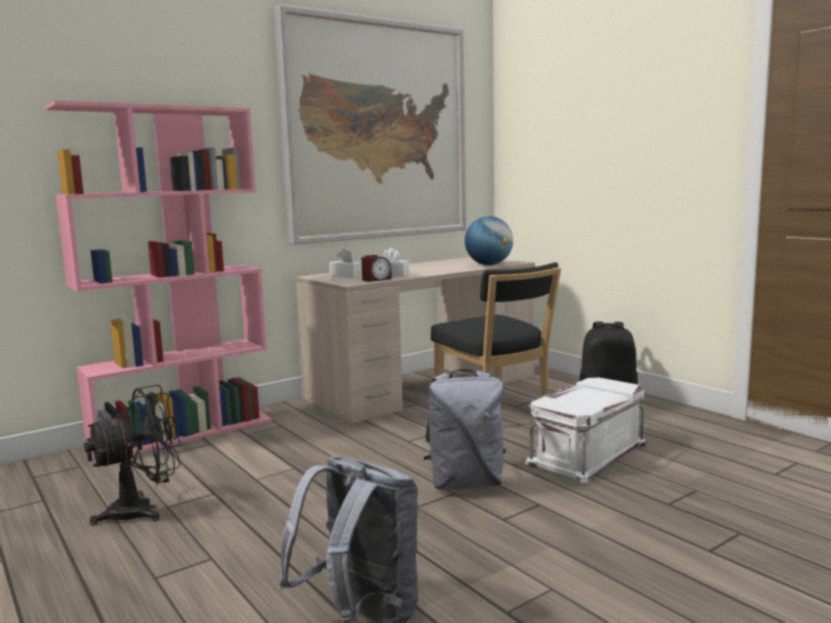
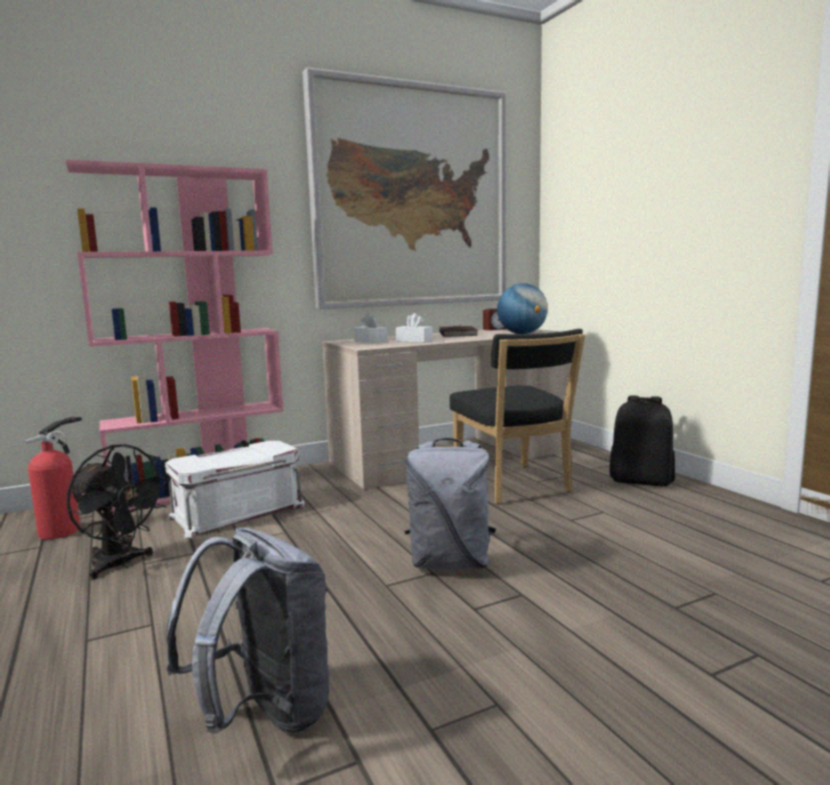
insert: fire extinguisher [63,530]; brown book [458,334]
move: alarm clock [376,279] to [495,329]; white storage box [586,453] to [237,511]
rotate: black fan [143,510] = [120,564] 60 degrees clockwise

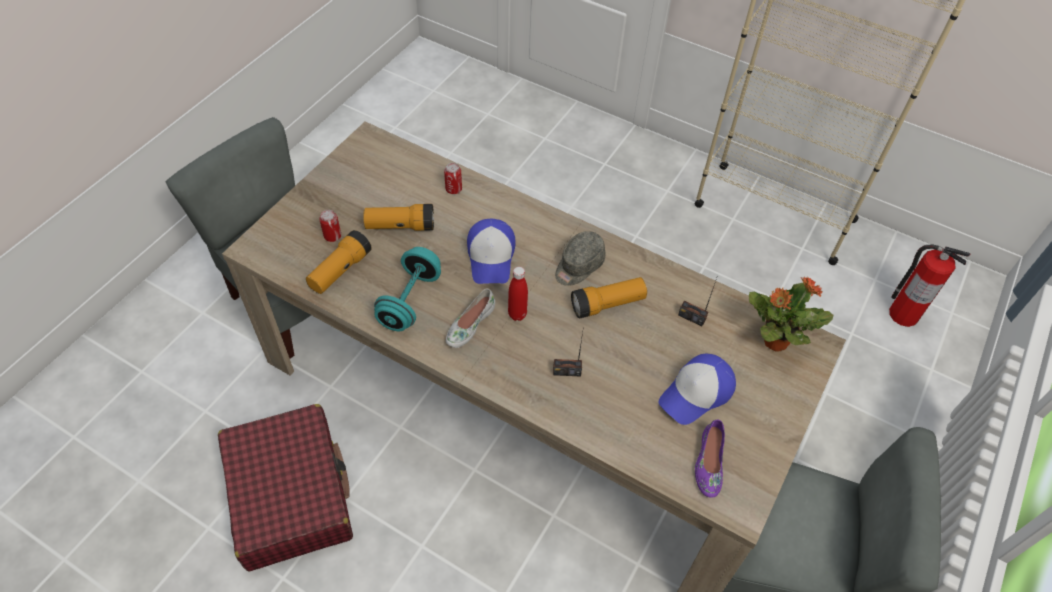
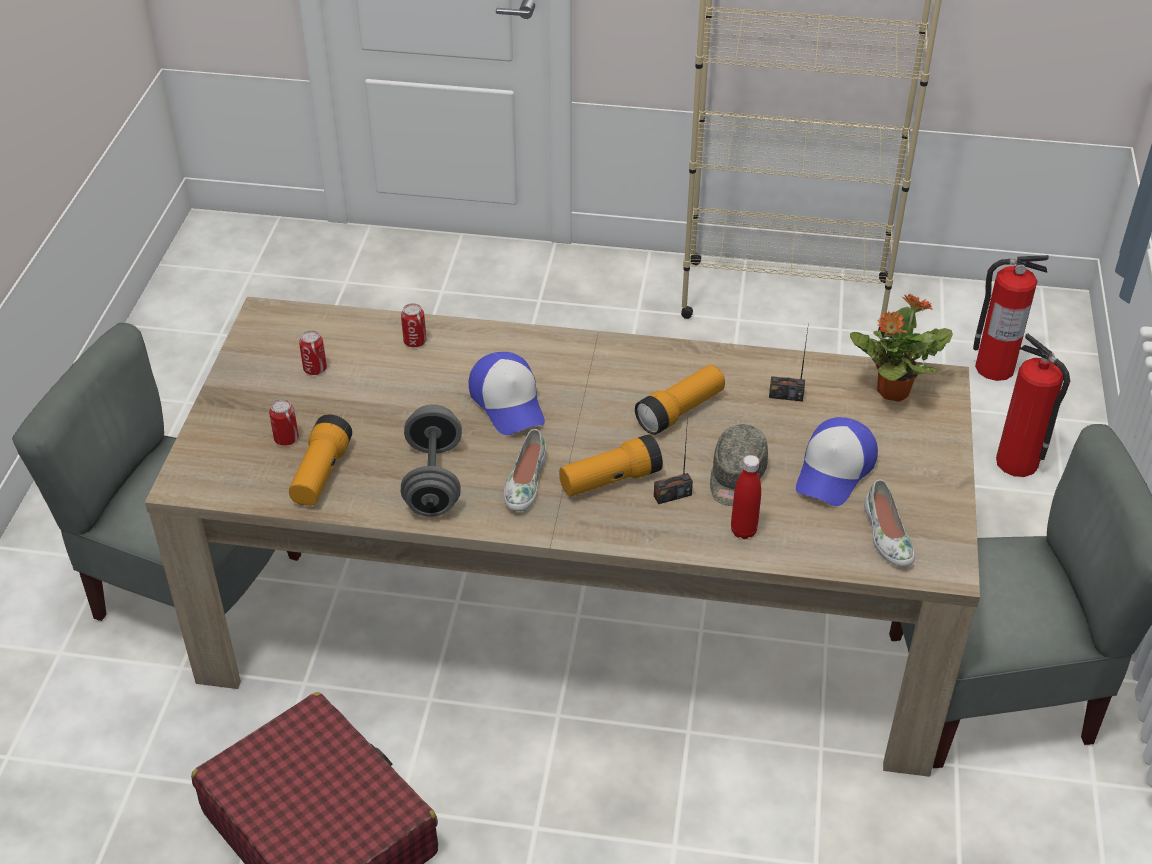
insert: can [315,369]; fire extinguisher [1018,463]
move: flashlight [400,226] to [610,480]; red bottle [517,314] to [743,531]; grey cap [578,266] to [736,477]
recolor: turquoise dumbbell [410,301] to grey dumbbell [433,480]; purple shoe [708,463] to white shoe [886,535]

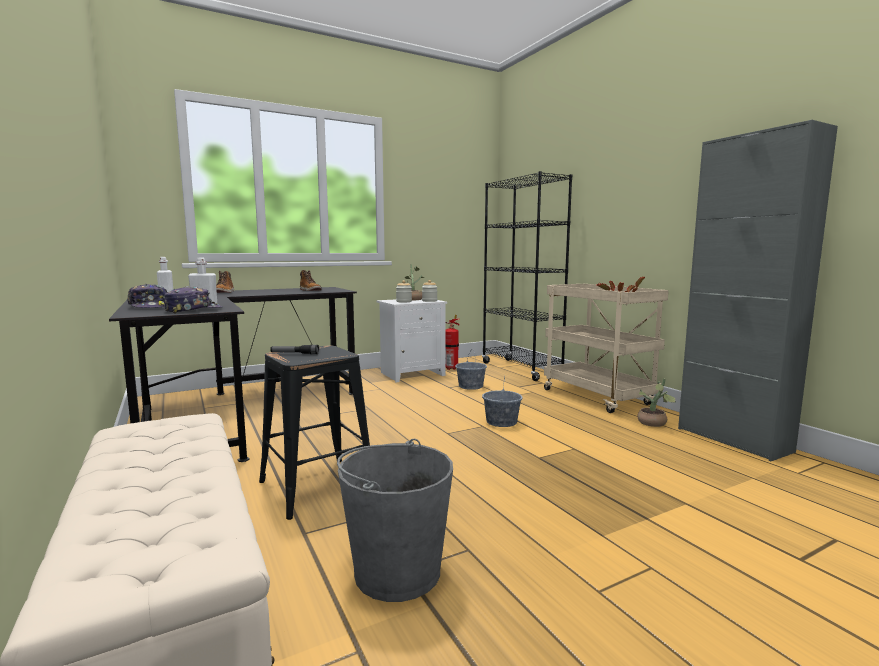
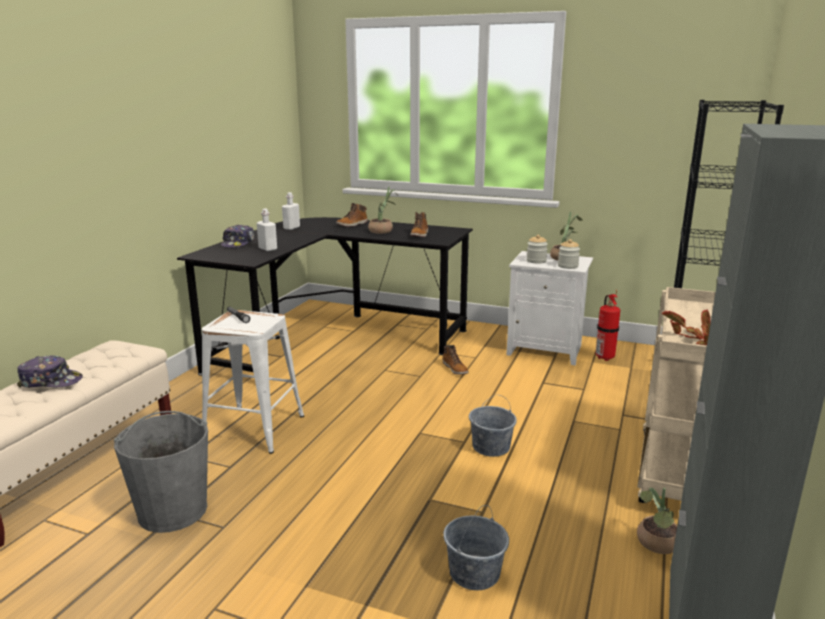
insert: potted plant [383,230]; boot [455,369]
move: cap [193,310] to [51,381]; grey bucket [470,386] to [475,572]
recolor: black stool [317,486] to white stool [253,429]

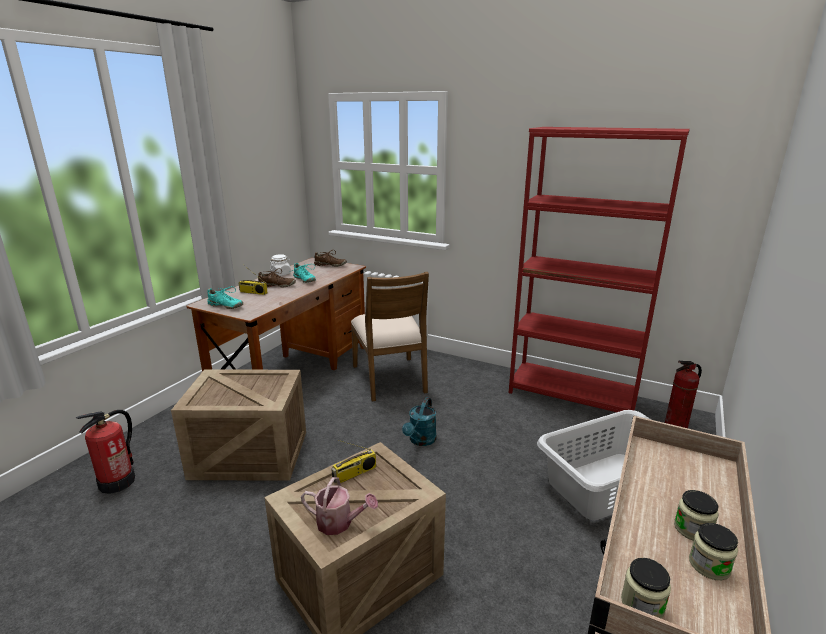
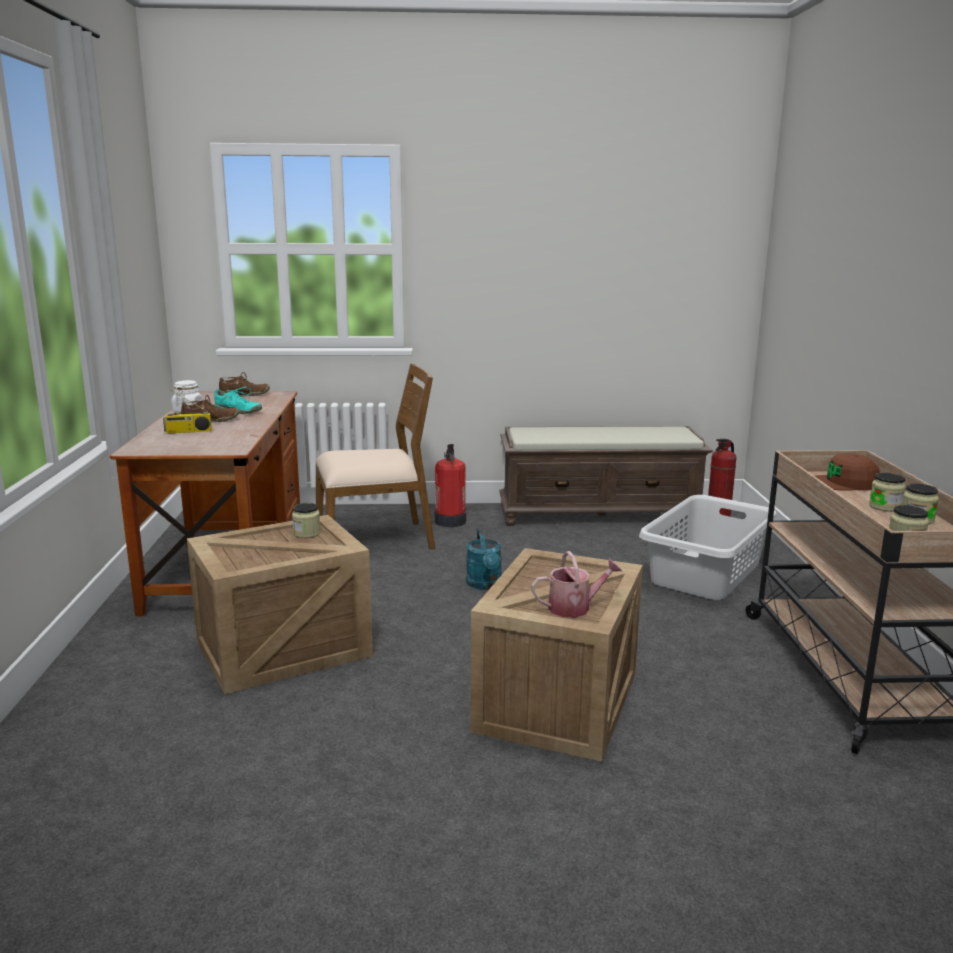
delete: turquoise shoe [225,306]; radio [354,474]
insert: jar [306,533]; brown cap [844,483]
move: fire extinguisher [118,481] to [450,521]
replace: red bookcase [572,396] to brown bench [600,514]
rotate: brown chair [390,378] = [375,540] 60 degrees counterclockwise

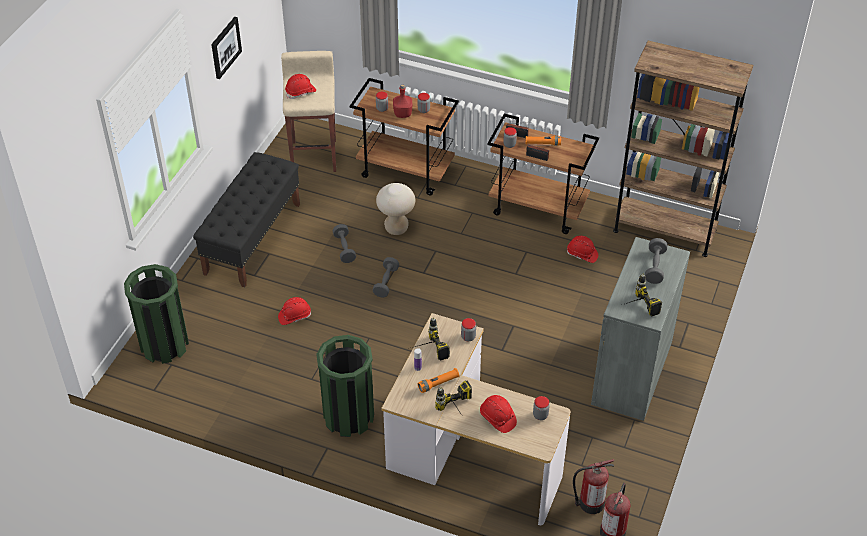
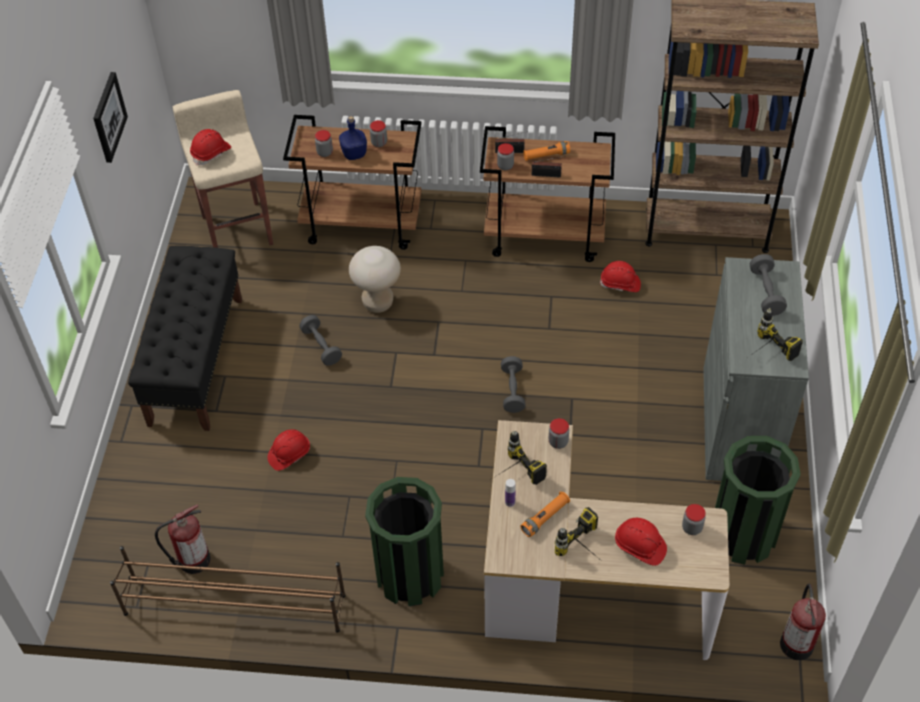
insert: brown shoe rack [234,604]
move: green trash can [164,344] to [743,535]; grey dumbbell [386,282] to [512,390]; fire extinguisher [590,503] to [192,560]
recolor: red bottle [403,114] to blue bottle [354,154]

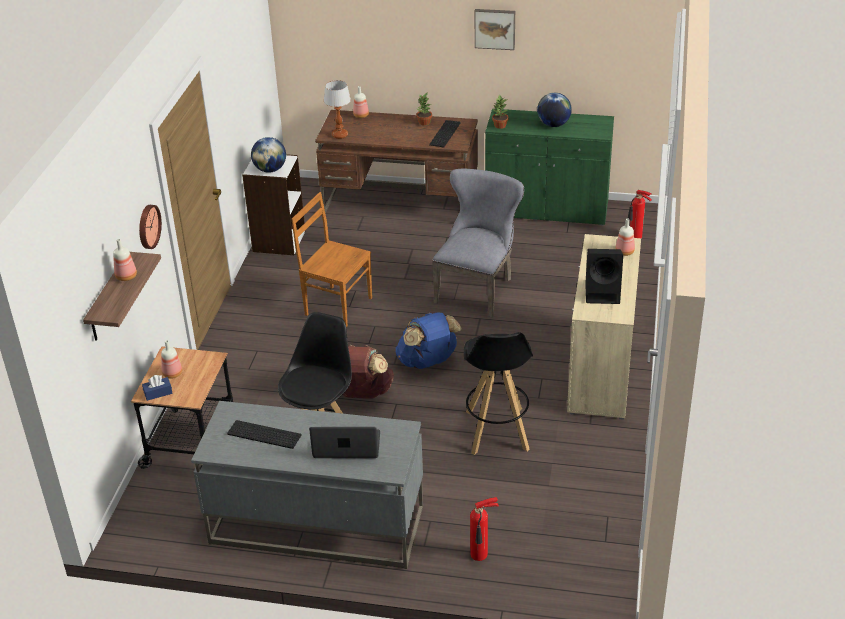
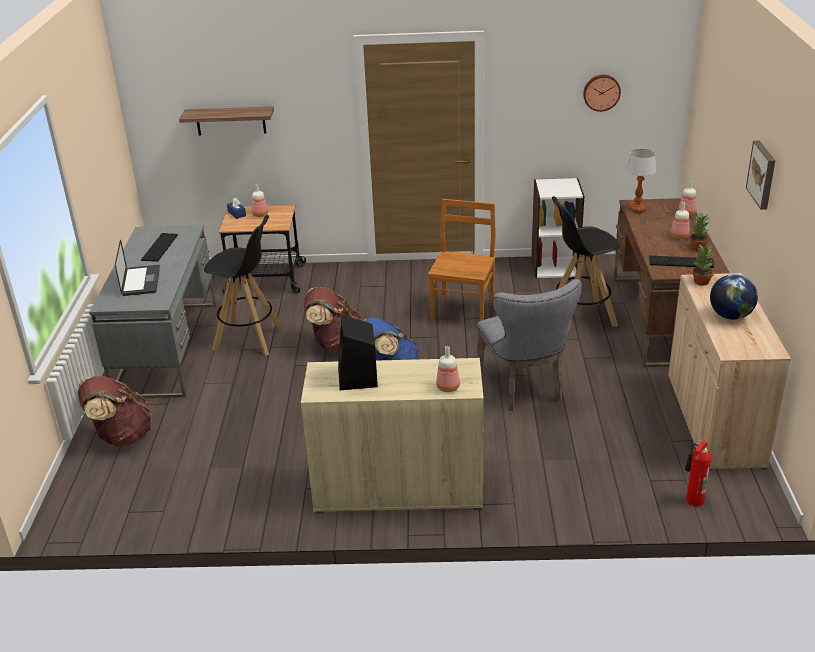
delete: globe [270,170]
move: bottle [126,276] to [680,236]; wall clock [147,226] to [601,92]; black stool [497,431] to [580,318]
replace: fire extinguisher [480,555] to brown backpack [121,436]
recolor: green cabinet [547,209] to beige cabinet [714,420]
rotate: grey chair [477,288] = [524,388] 60 degrees clockwise

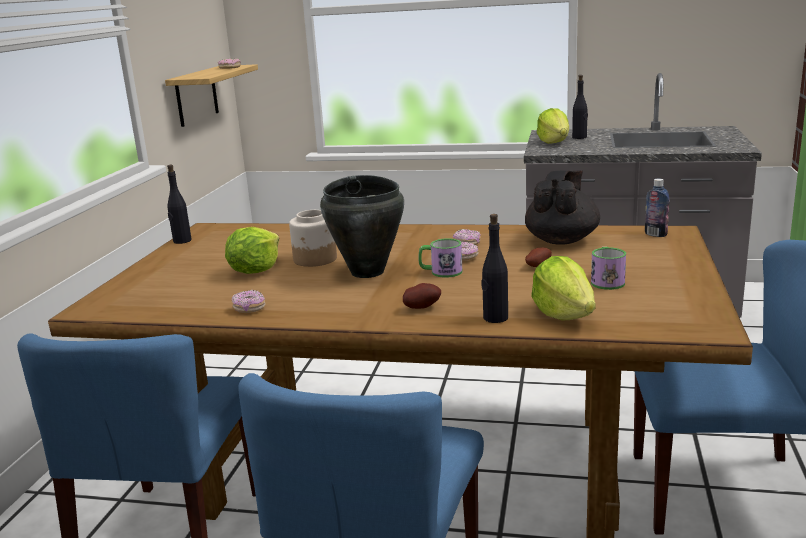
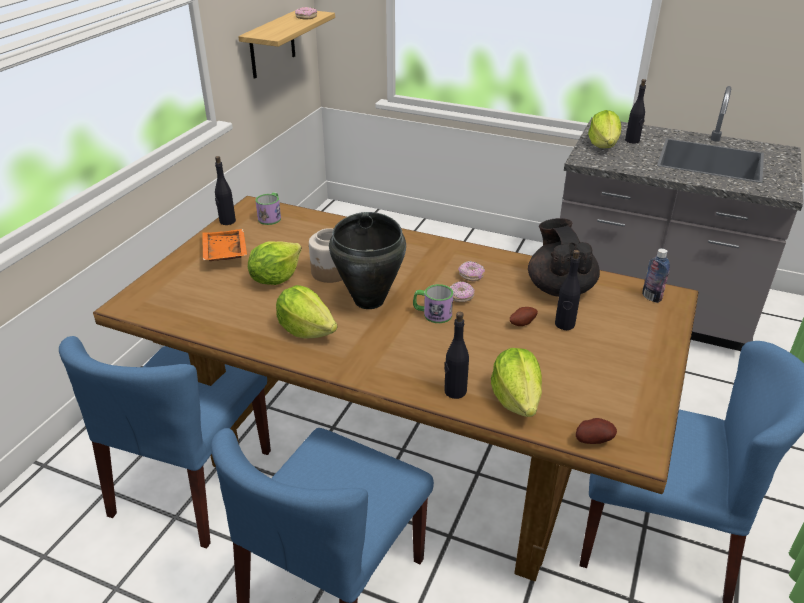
delete: donut [249,309]
insert: orange tray [223,253]; lettuce [306,330]; black bottle [564,324]
move: potato [422,308] to [593,440]; mug [606,281] to [271,217]
rotate: black teapot [562,240] = [559,288] 45 degrees counterclockwise

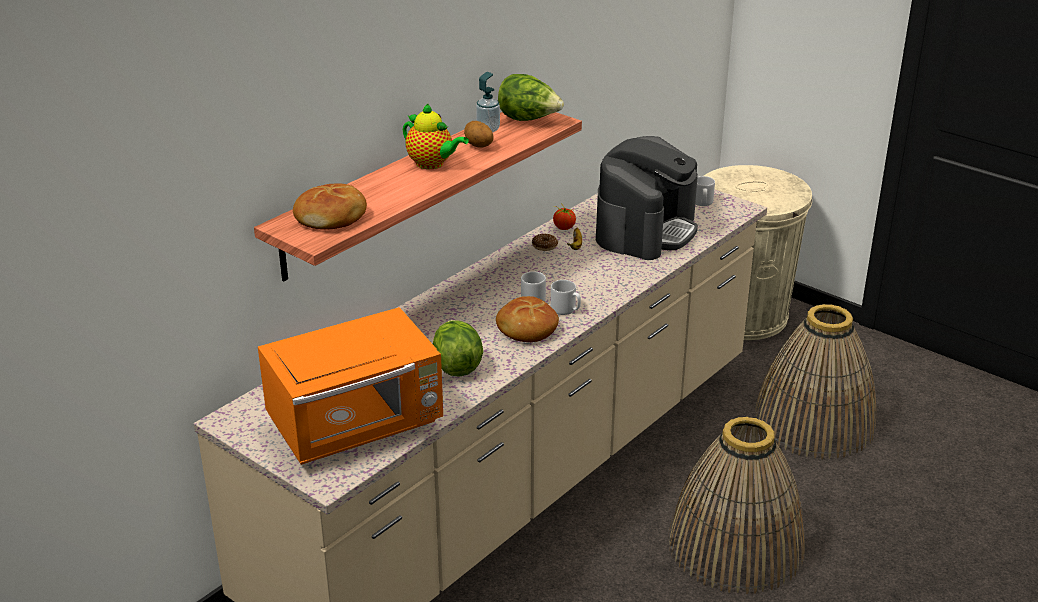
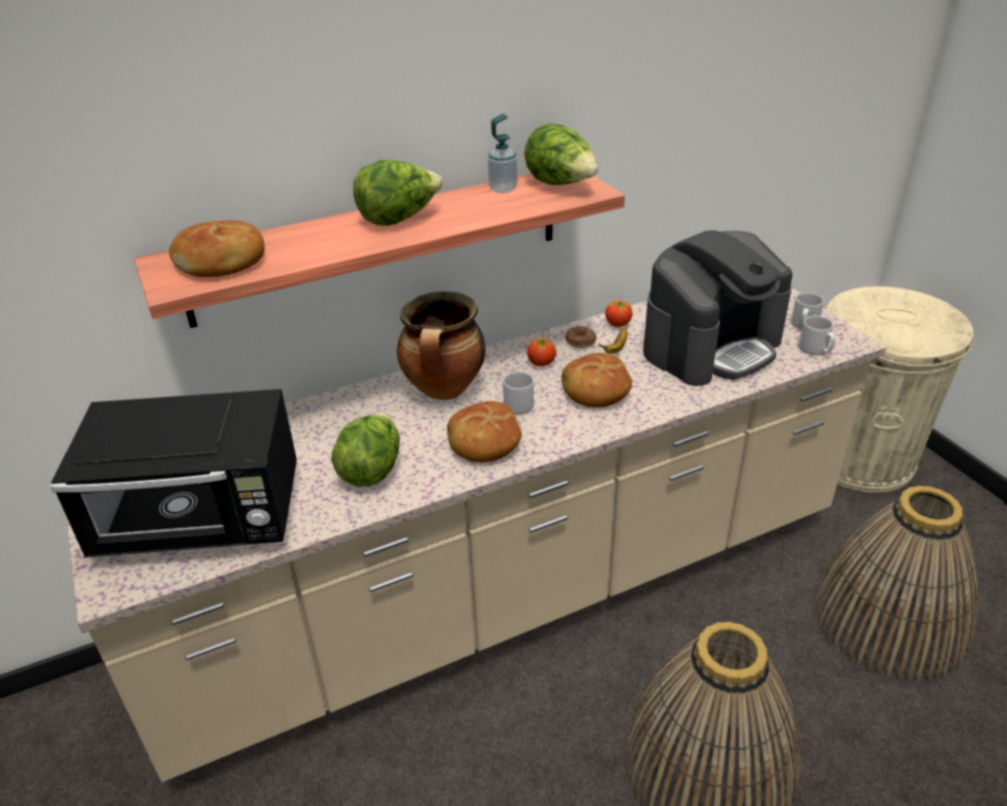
delete: potato [478,146]
insert: cooking pot [445,390]; tomato [541,362]; bread [595,390]
move: grey mug [566,310] to [816,350]
replace: teapot [432,164] to lettuce [399,219]
recolor: orange microwave [357,426] to black microwave [203,521]

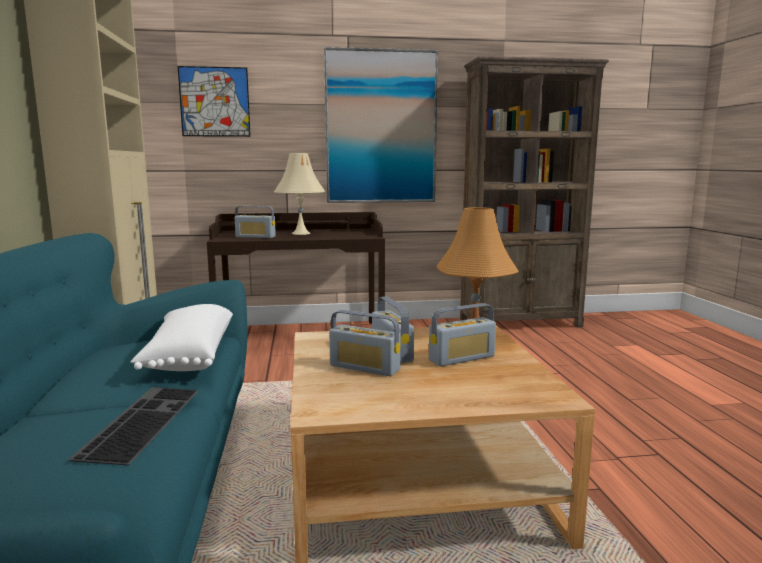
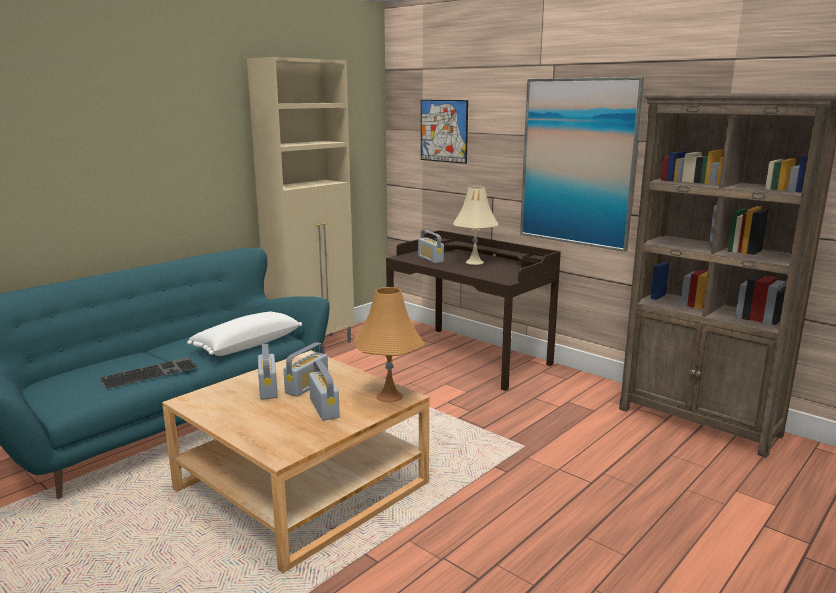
rotate: radio [462,358] = [324,408] 135 degrees counterclockwise

